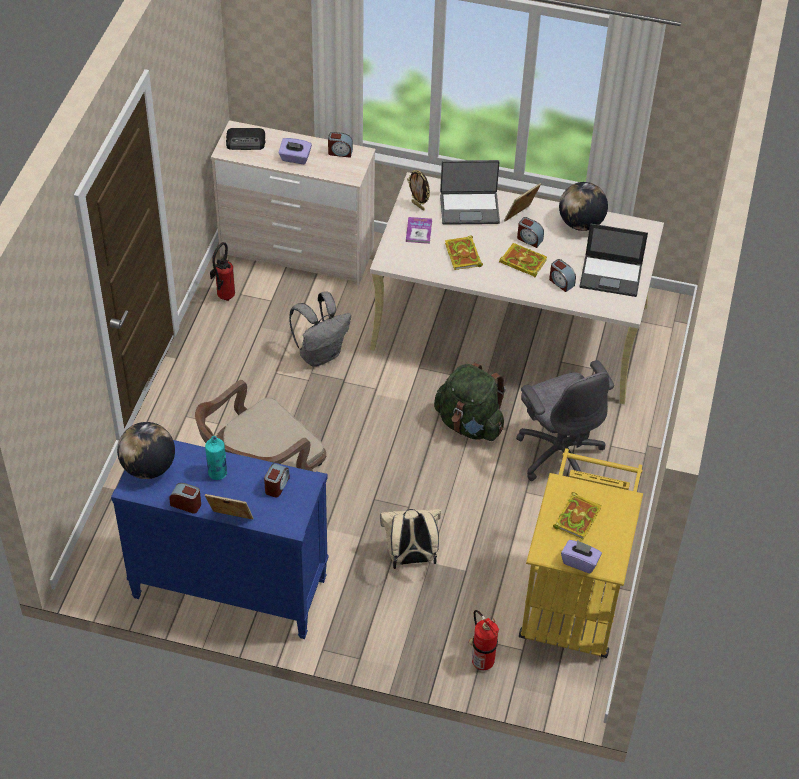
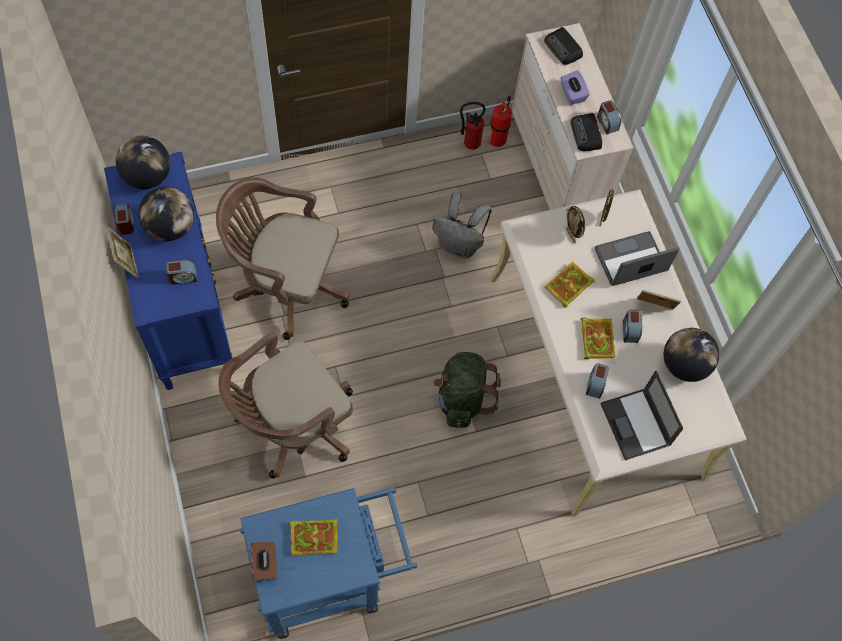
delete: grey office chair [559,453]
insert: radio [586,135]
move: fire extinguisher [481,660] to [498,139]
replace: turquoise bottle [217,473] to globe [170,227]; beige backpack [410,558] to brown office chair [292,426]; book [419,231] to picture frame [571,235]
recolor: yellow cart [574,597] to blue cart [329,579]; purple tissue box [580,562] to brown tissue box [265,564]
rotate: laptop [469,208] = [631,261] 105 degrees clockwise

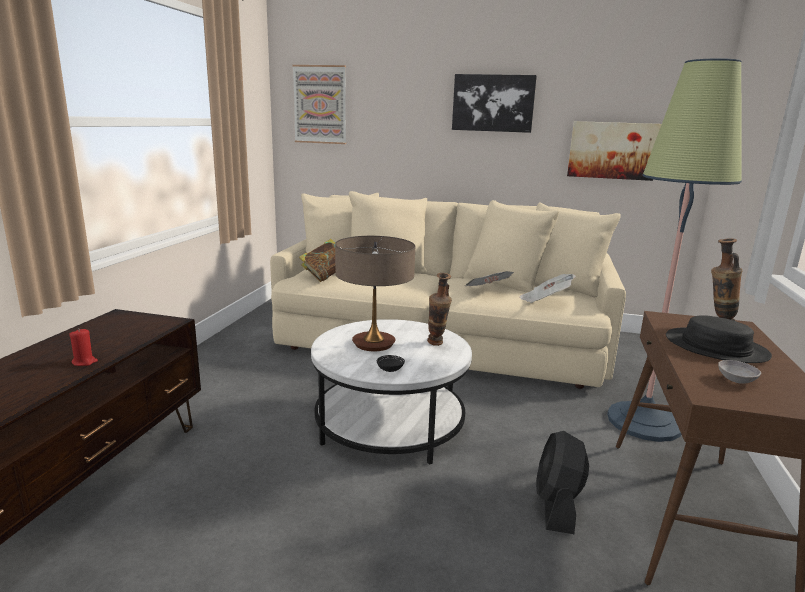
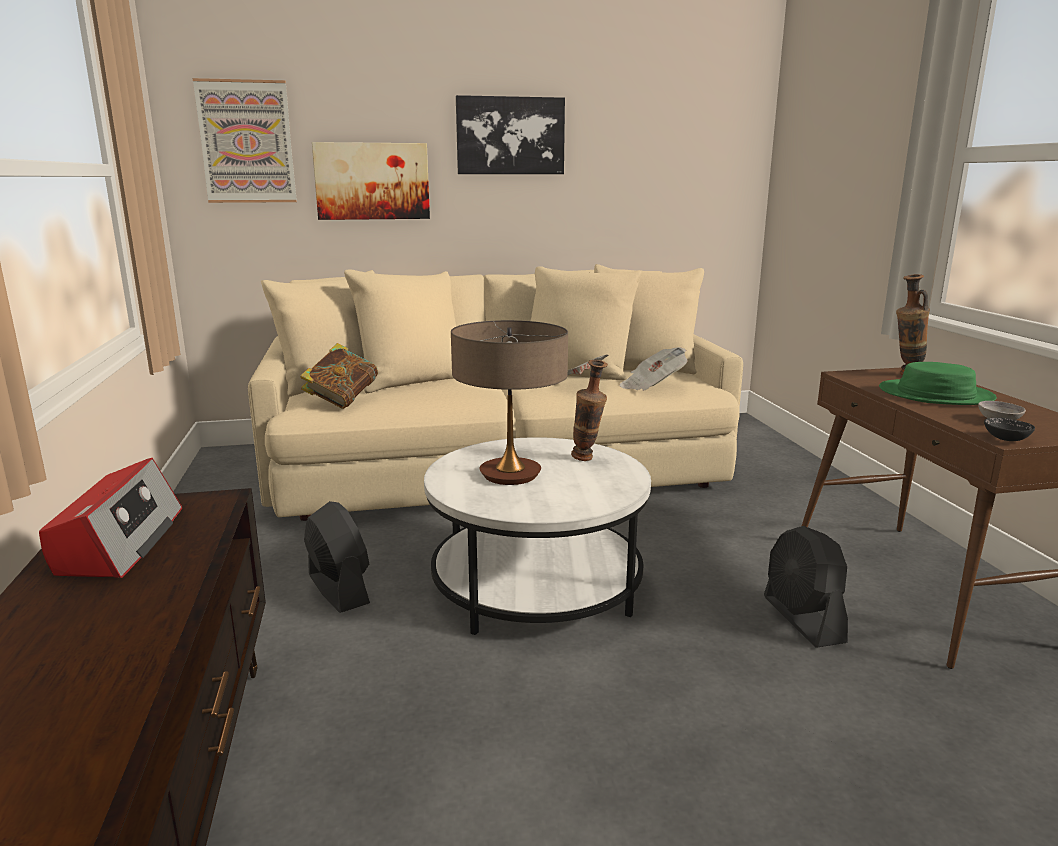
delete: red candle [84,362]; floor lamp [644,422]
insert: radio [119,542]; black fan [338,589]
move: black bowl [390,369] to [1006,439]; picture [612,150] to [372,181]
recolor: black hat [715,347] to green hat [935,395]

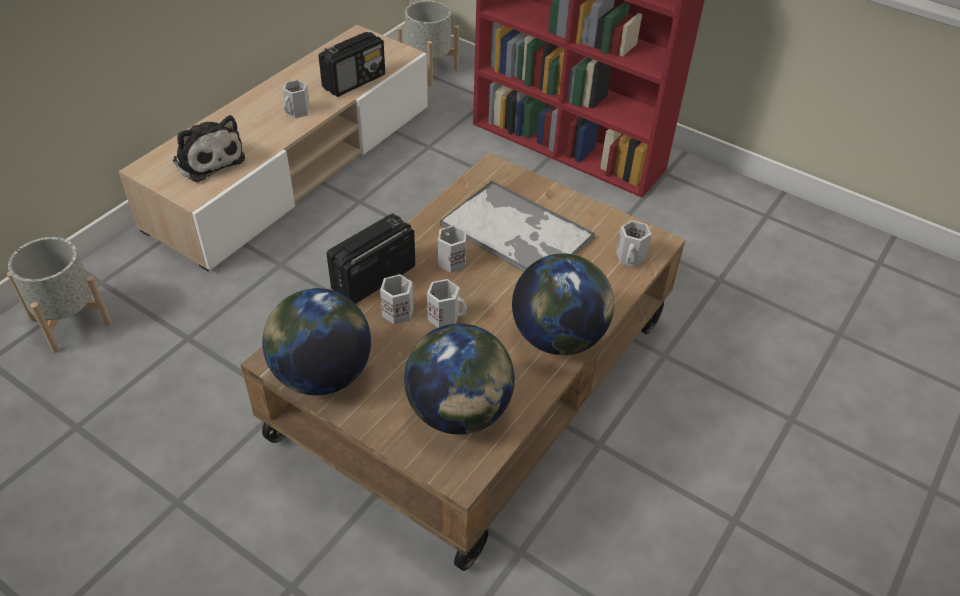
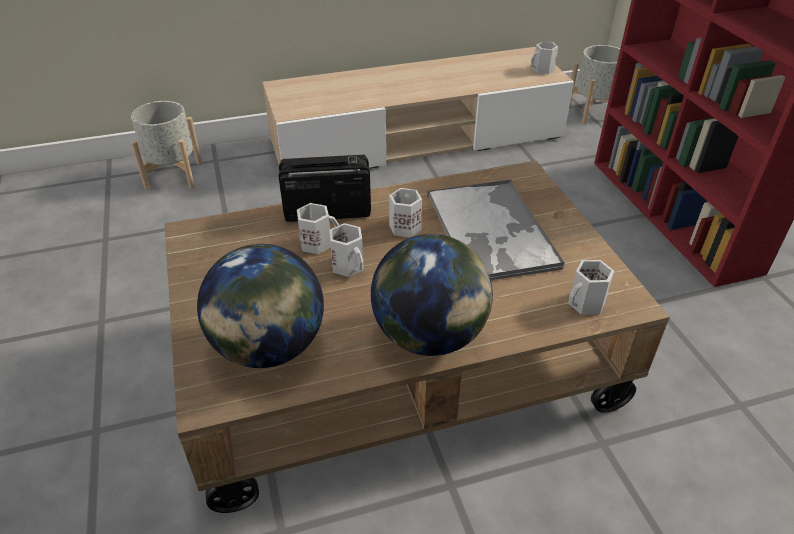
delete: plush toy [207,159]; globe [321,374]; radio [354,81]
move: white mug [298,111] to [543,70]

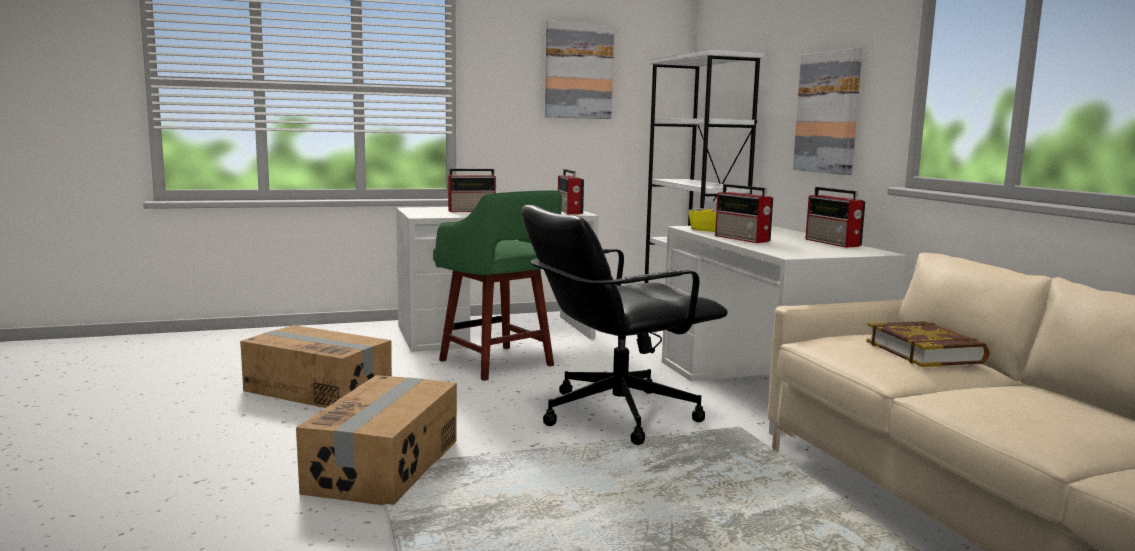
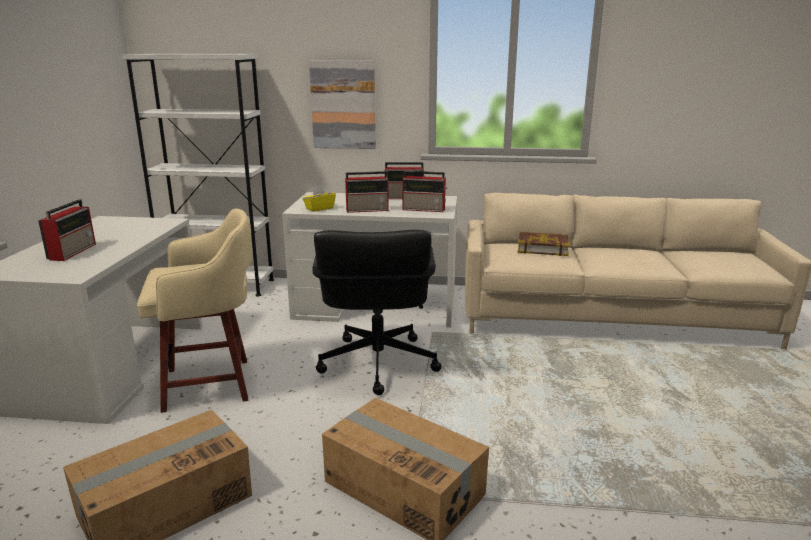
delete: picture [578,71]
move: radio [569,212] to [425,209]
recolor: green stool [498,364] to beige stool [211,384]

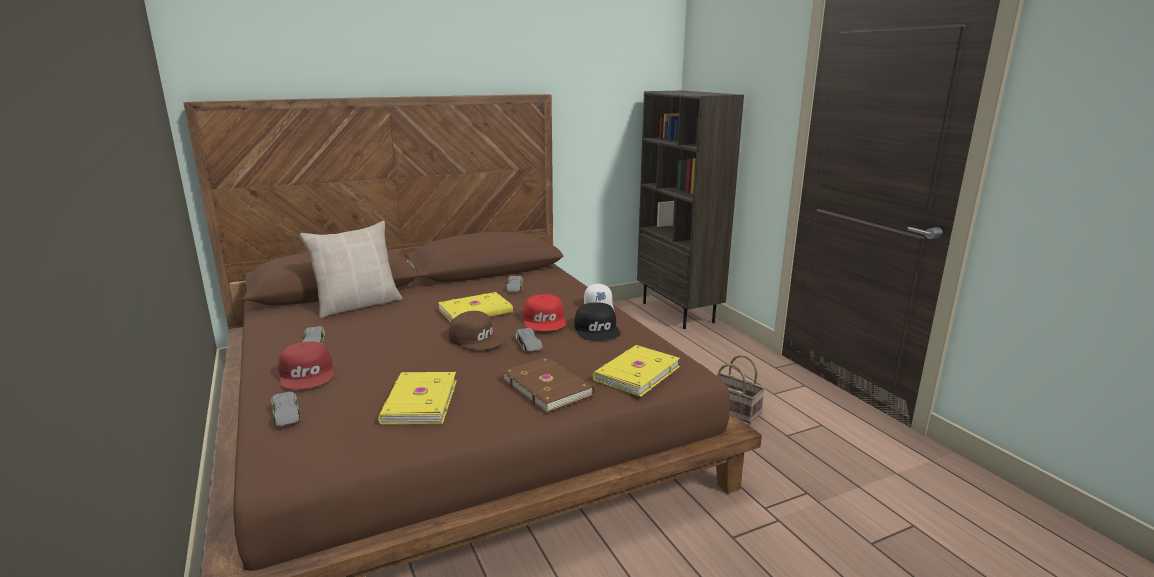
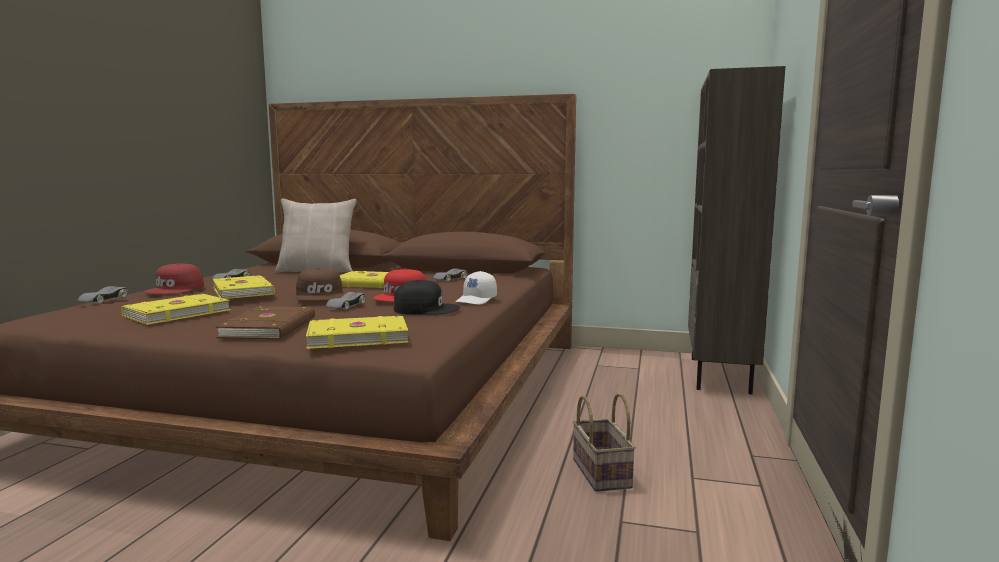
insert: yellow book [244,291]
rotate: black cap [597,329] = [425,309] 120 degrees counterclockwise

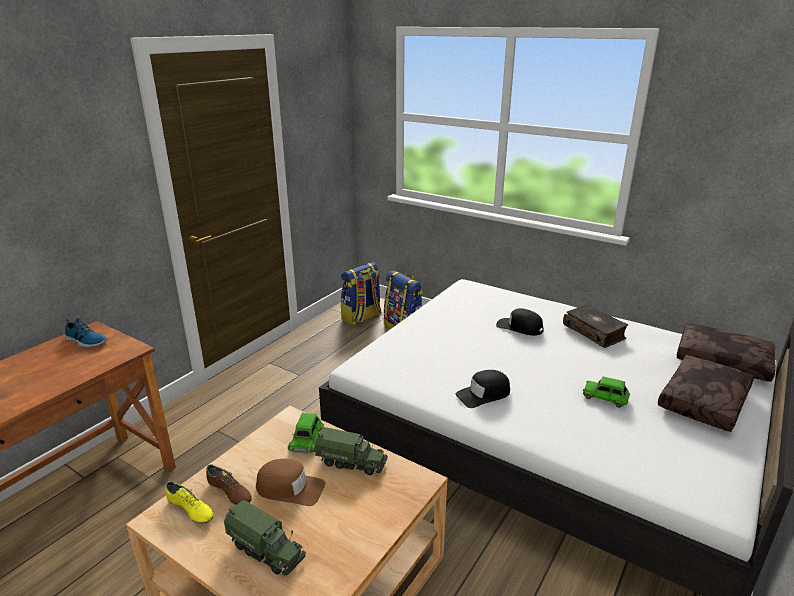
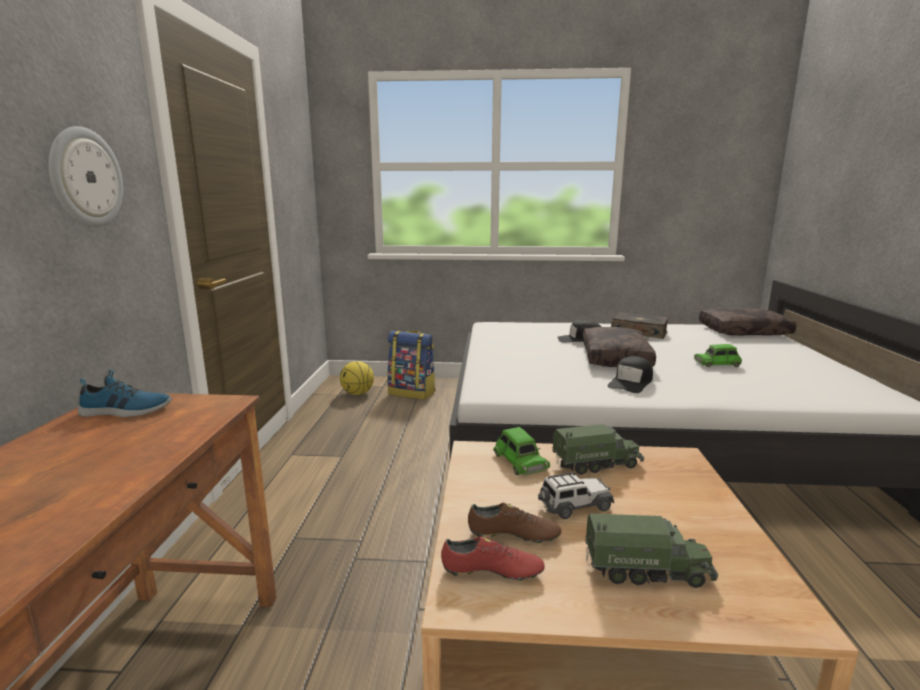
insert: wall clock [85,178]
move: brown pillow [705,402] to [616,358]
replace: brown cap [290,488] to toy car [574,506]; backpack [361,317] to basketball [357,393]
recolor: yellow shoe [190,510] to red shoe [492,572]

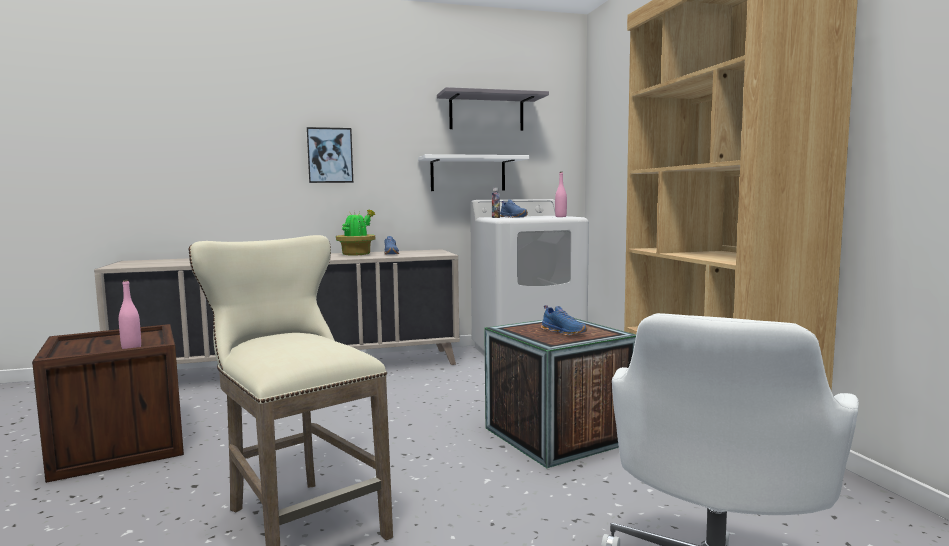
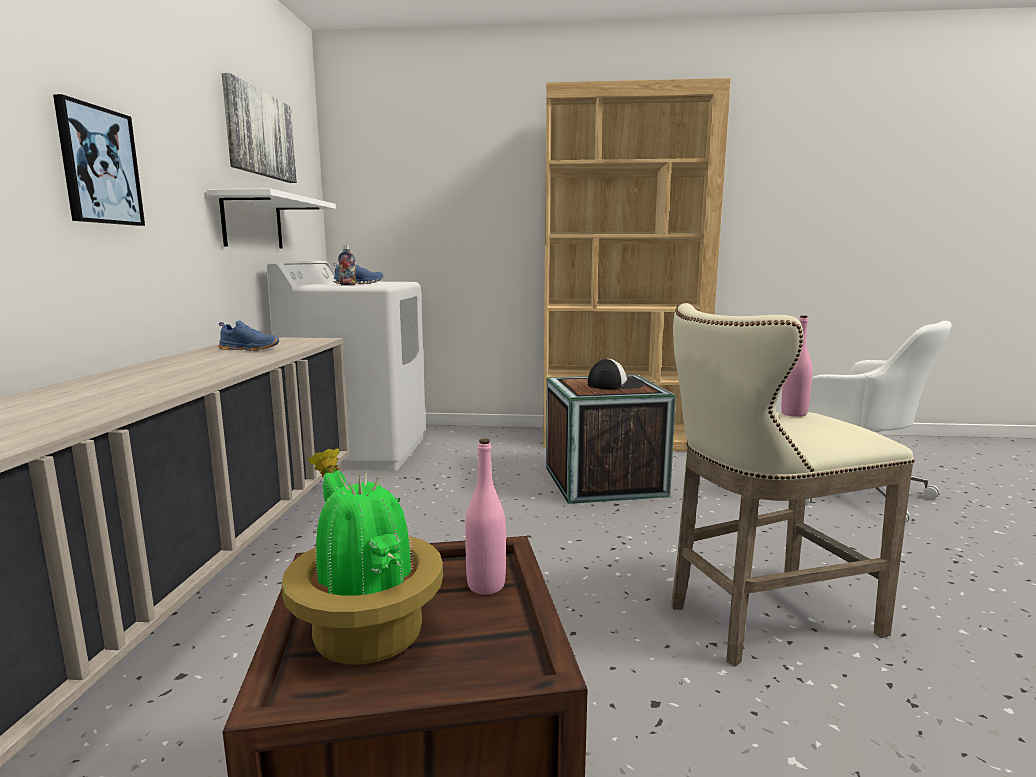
move: potted plant [357,254] to [365,632]; pink bottle [560,217] to [793,414]
replace: grey shelf [486,113] to picture [259,134]; blue shoe [564,332] to cap [615,385]

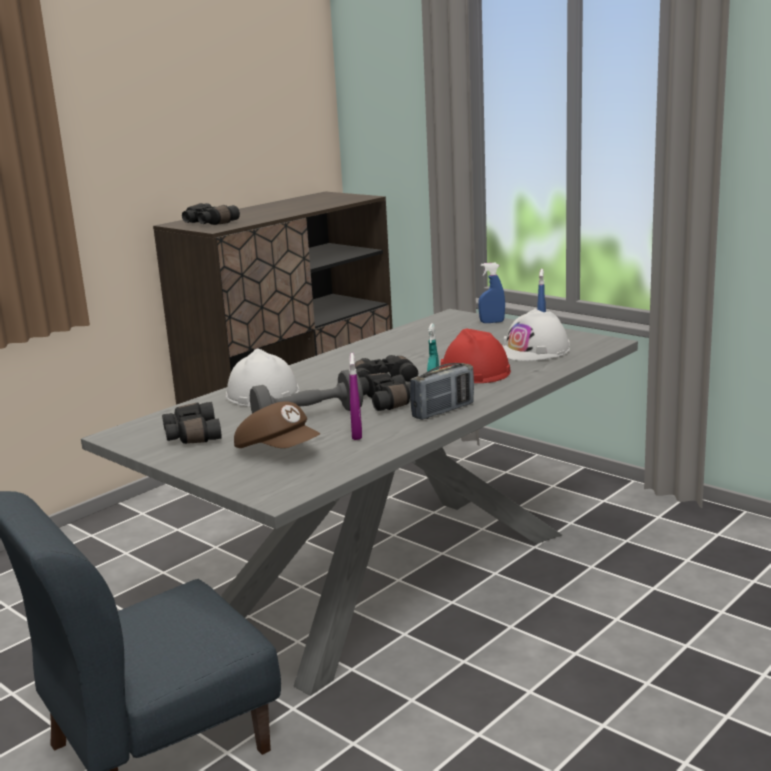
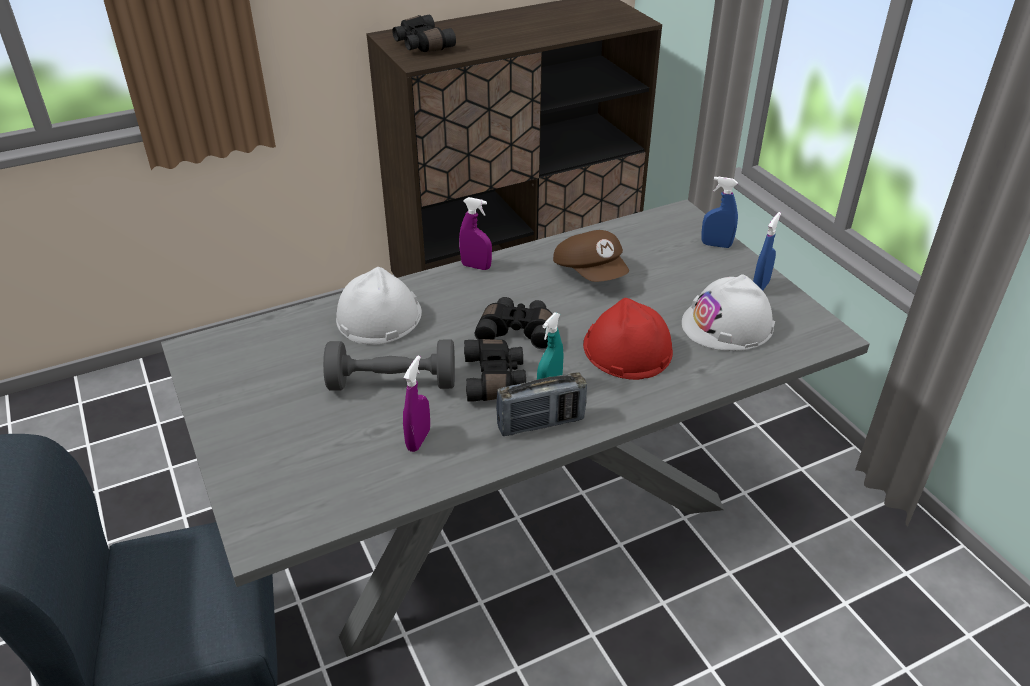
delete: black binoculars [191,435]
insert: purple spray bottle [476,266]
move: brown cap [279,451] to [591,273]

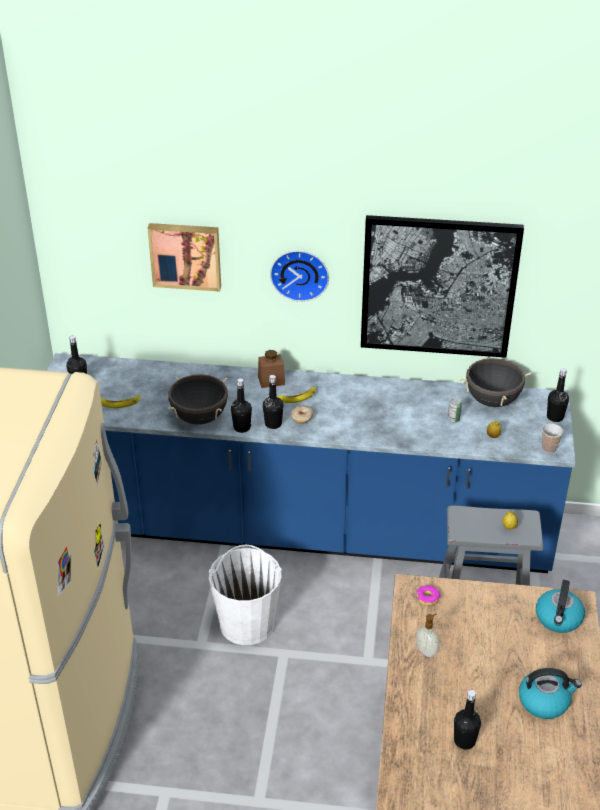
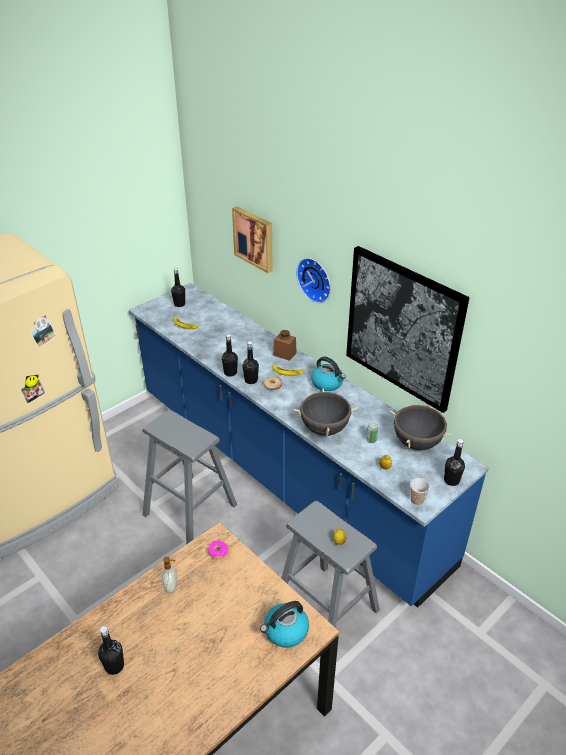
move: black cooking pot [199,418] to [324,429]; kettle [544,701] to [327,383]
replace: white bucket [247,623] to grey stool [190,510]

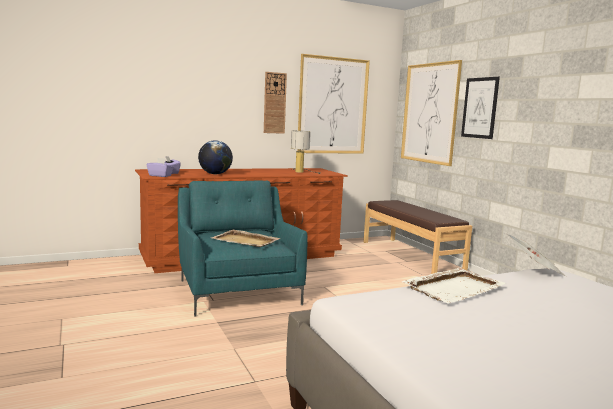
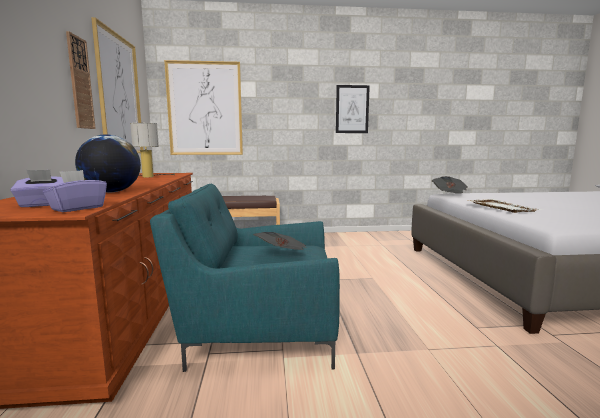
move: picture [480,108] to [352,109]
replace: beige tray [246,241] to newspaper [282,256]

